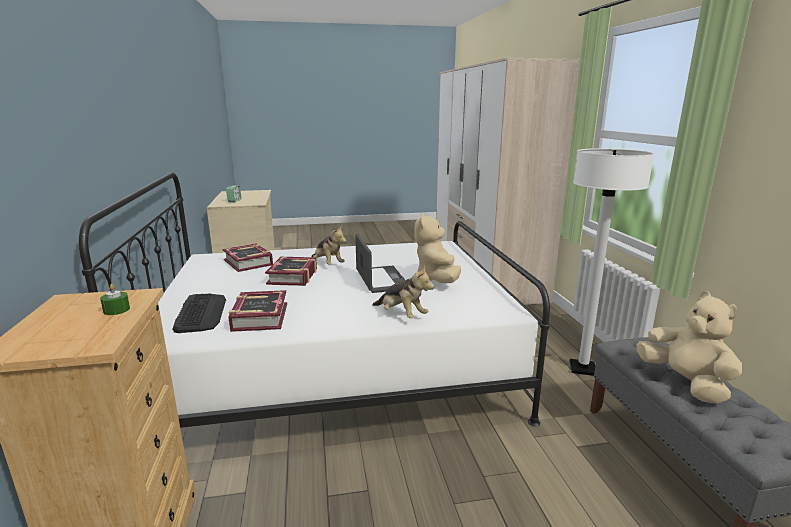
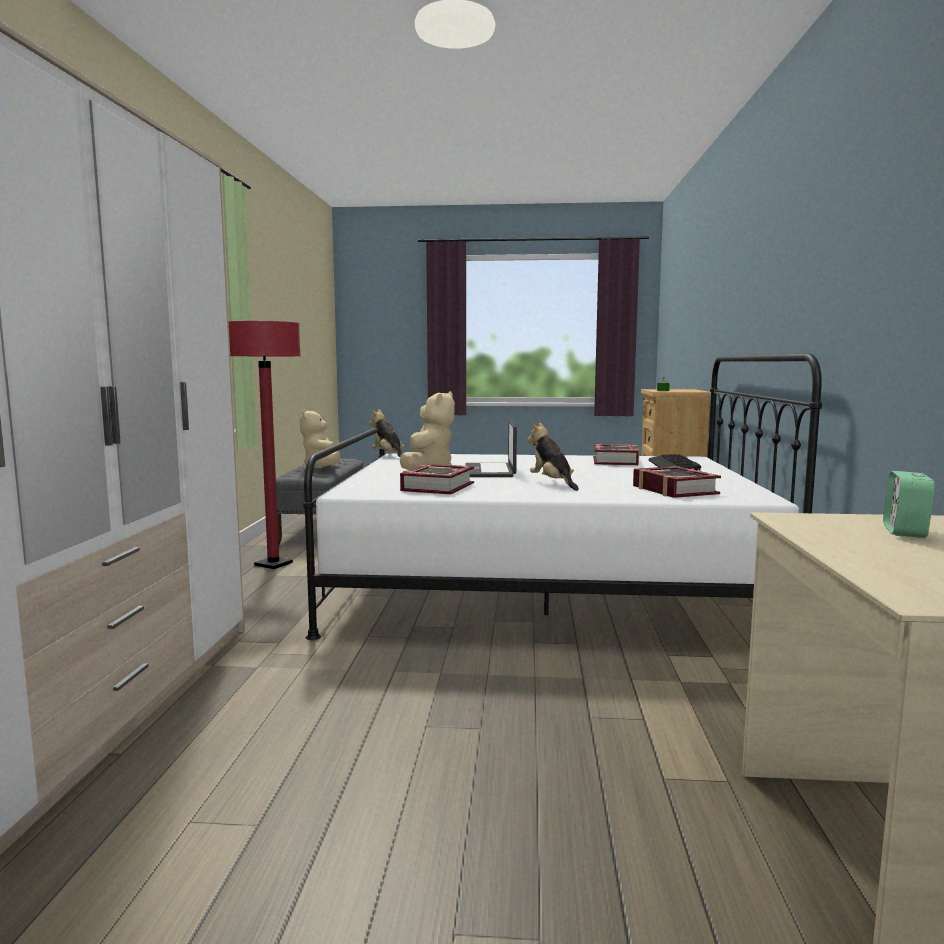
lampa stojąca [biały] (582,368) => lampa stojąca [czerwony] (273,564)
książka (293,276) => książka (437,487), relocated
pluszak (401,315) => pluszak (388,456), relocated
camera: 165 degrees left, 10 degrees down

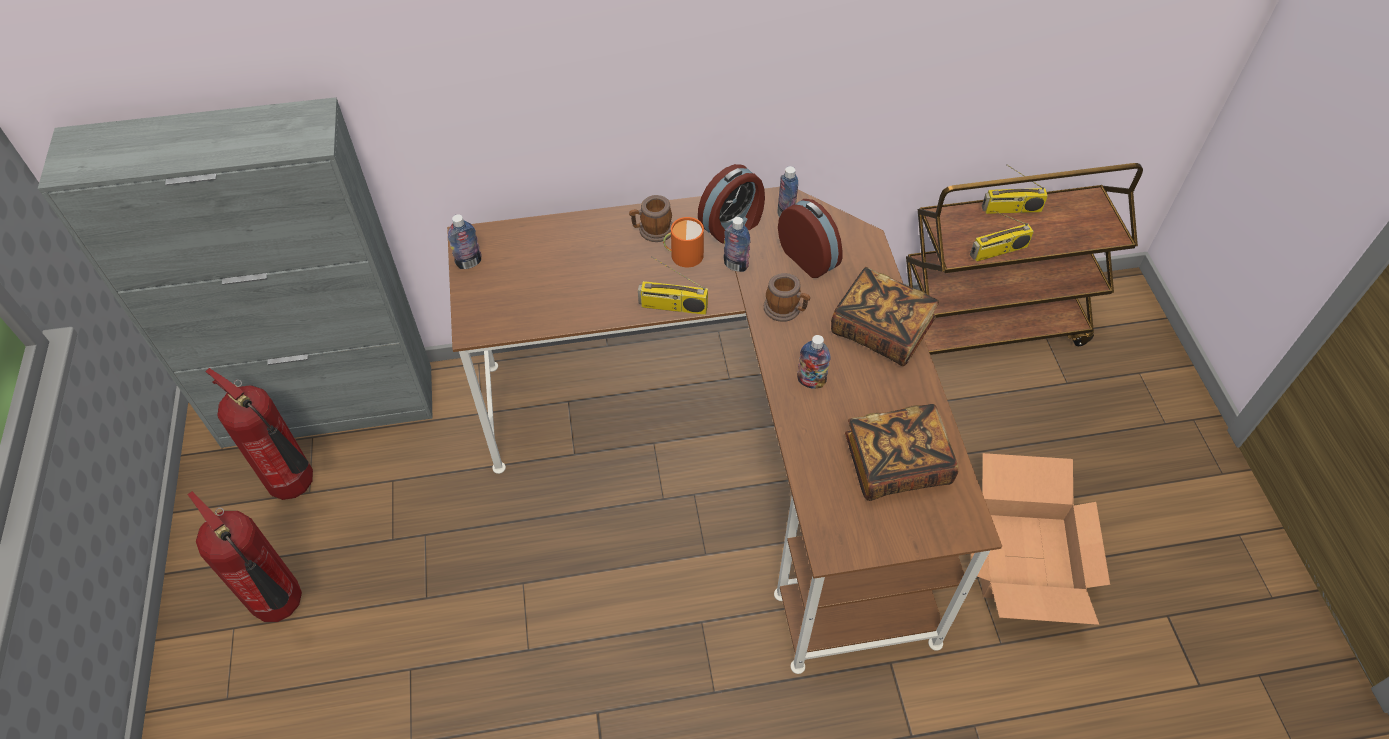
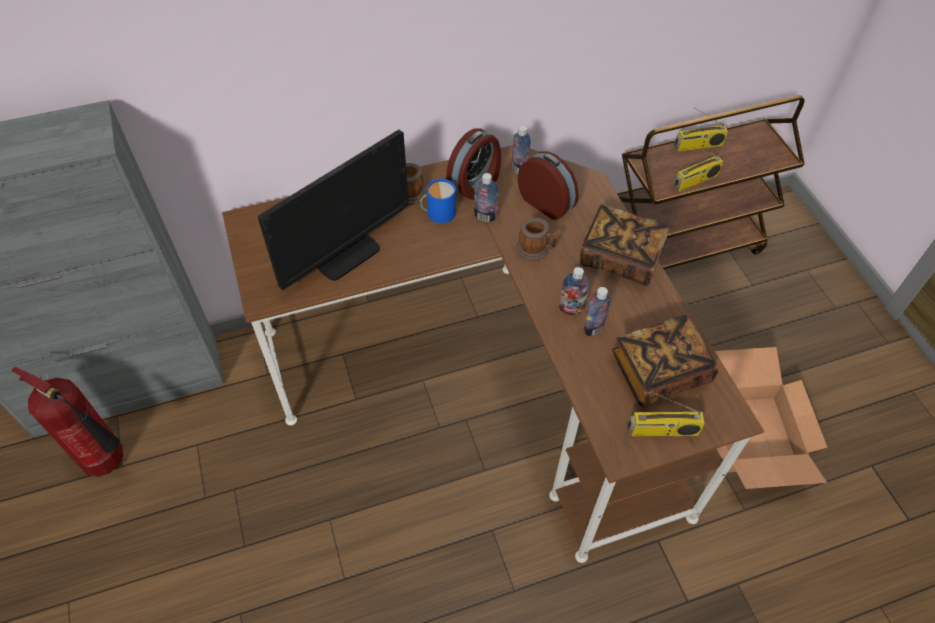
butelka (469,262) => butelka (593,328), relocated
kubek [pomarańczowy] (683,254) => kubek [niebieski] (438,212)
radio (672,307) => radio (662,431), relocated
gaśnica (284,607) => nothing
nothing => monitor (345,254)
camera: 10 degrees left, 0 degrees up

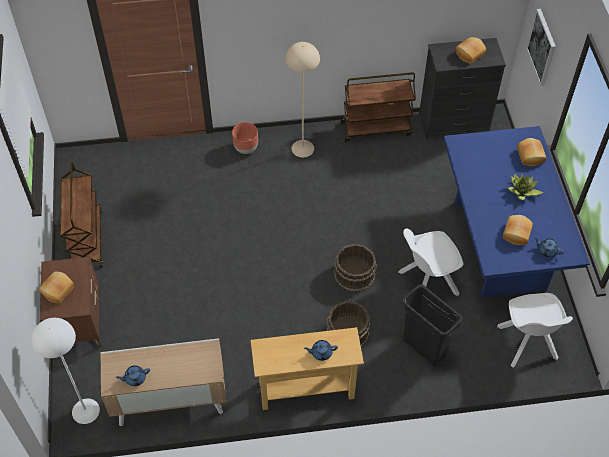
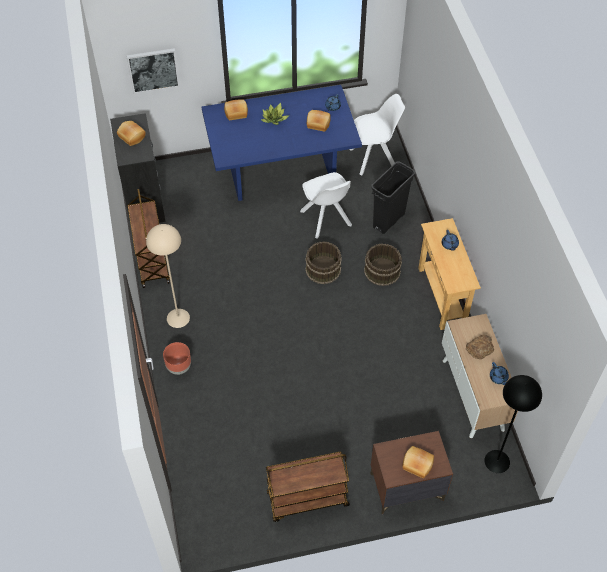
lampa stojąca [biały] (85,411) => lampa stojąca [czarny] (497,461)
nothing => chleb (480,348)
camera: 95 degrees left, 0 degrees up

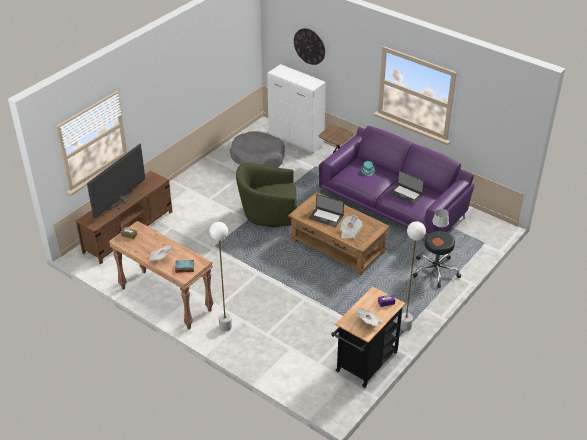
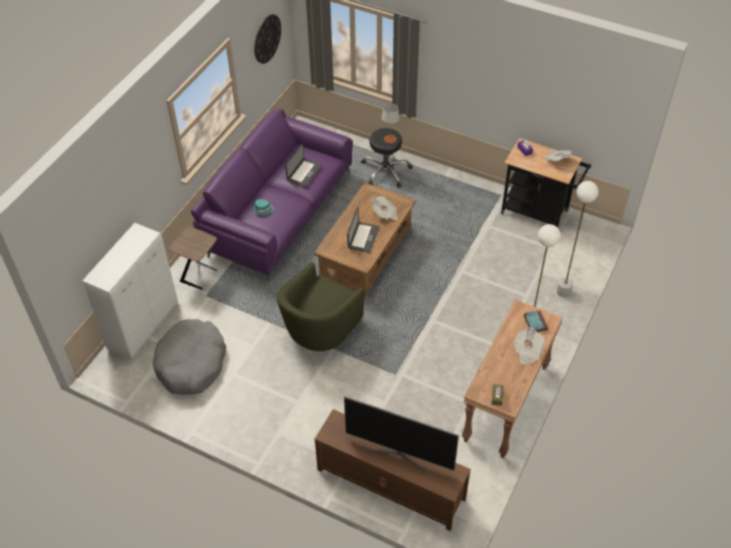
zegar ścienny (309,46) => zegar ścienny (267,39), relocated
fotel [zielony] (268,215) => fotel [zielony] (320,329), 45 degrees clockwise
lampa stojąca [biały] (405,326) => lampa stojąca [biały] (563,292), relocated
camera: 100 degrees left, 10 degrees up

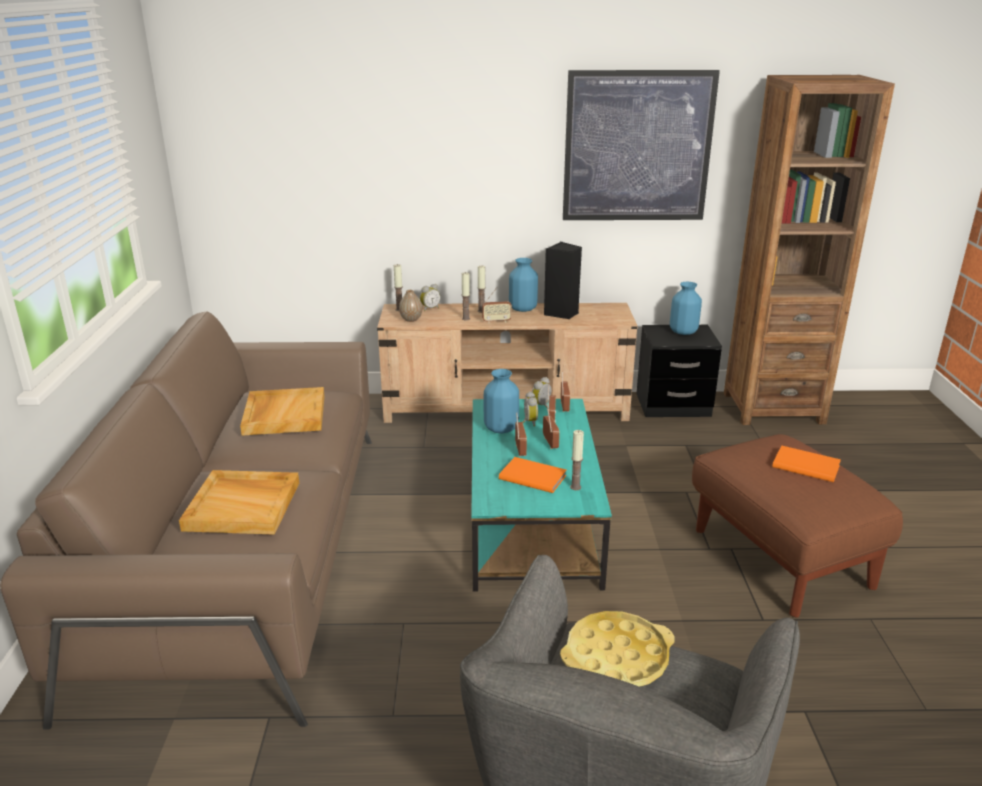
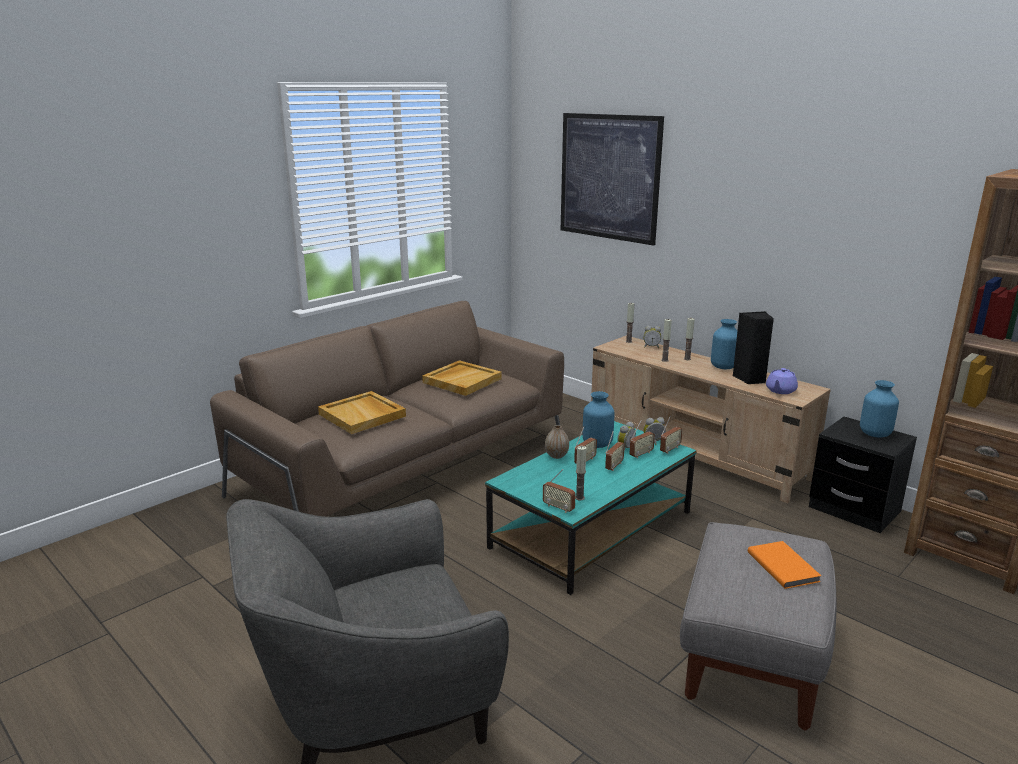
obraz (637,147) => obraz (609,177), relocated
radio (496,321) => radio (558,507), relocated
wazon (411,319) => wazon (556,456), relocated
pufa [brązowy] (780,558) => pufa [szary] (751,657)
książka [pomarańczowy] (532,476) => nothing
taca [żółty] (616,657) => nothing
nothing => imbryk [fioletowy] (780,391)
camera: 45 degrees right, 5 degrees down

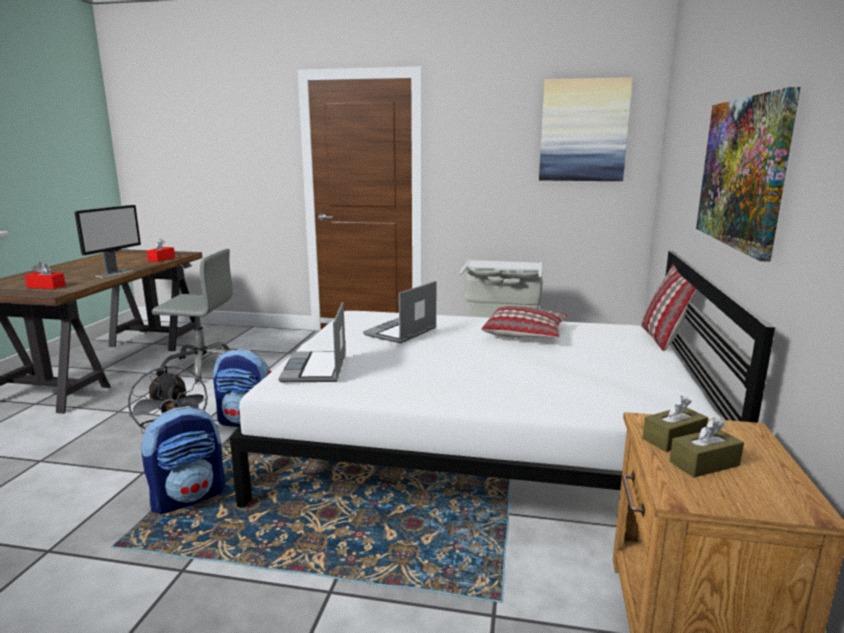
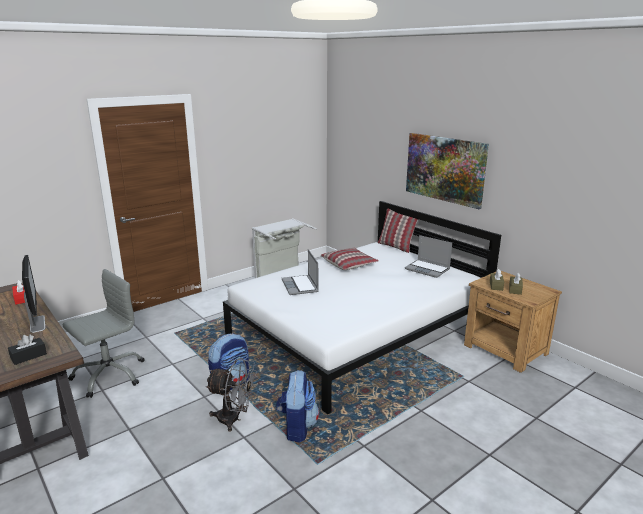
obraz (583,131) => nothing
pudełko chusteczek [czerwony] (46,287) => pudełko chusteczek [czarny] (28,356)
laptop (316,369) => laptop (428,269), relocated
camera: 50 degrees left, 5 degrees up

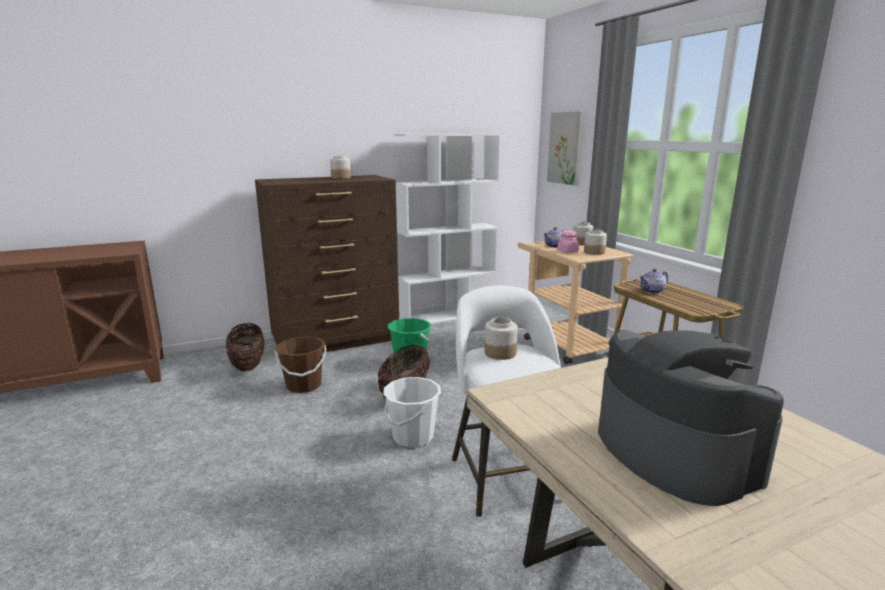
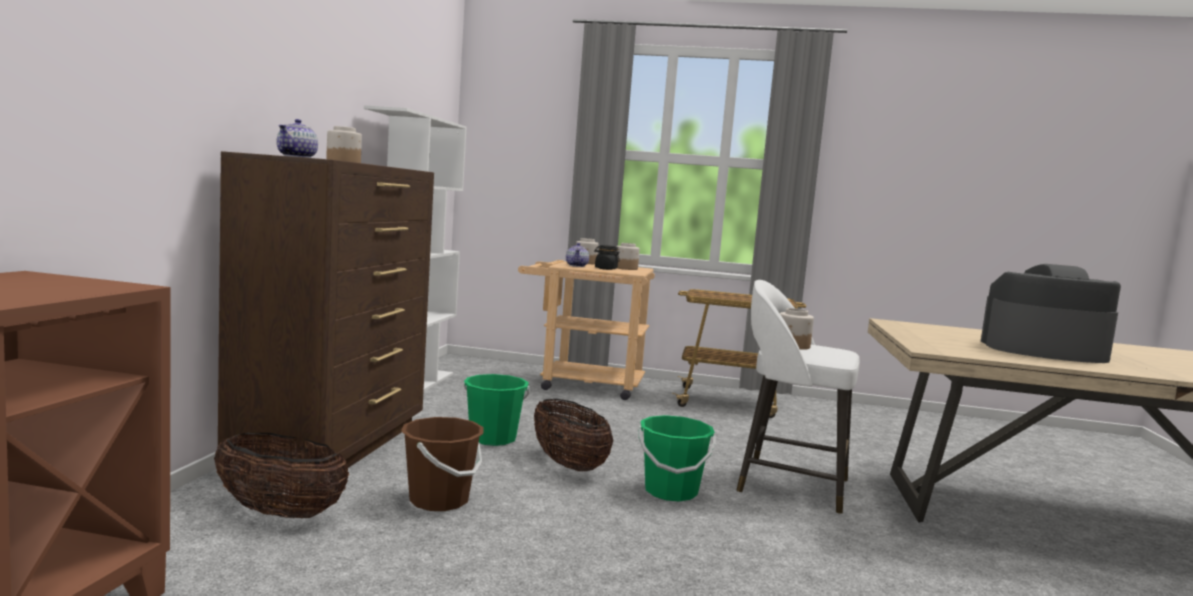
obraz (566,148) => nothing
słoik [różowy] (567,251) => słoik [czarny] (605,269)
imbryk (652,291) => imbryk (298,157), relocated
wiadro [biały] (412,436) => wiadro [zielony] (670,491)
camera: 55 degrees left, 10 degrees down

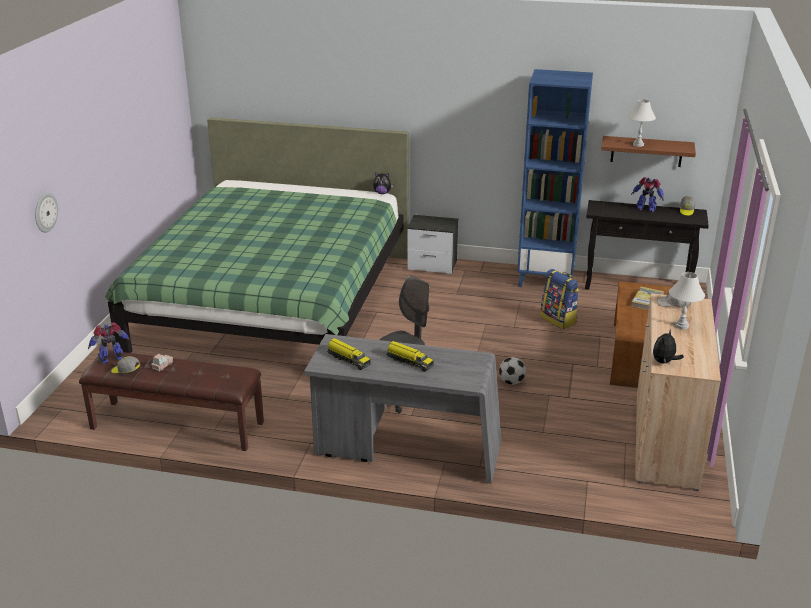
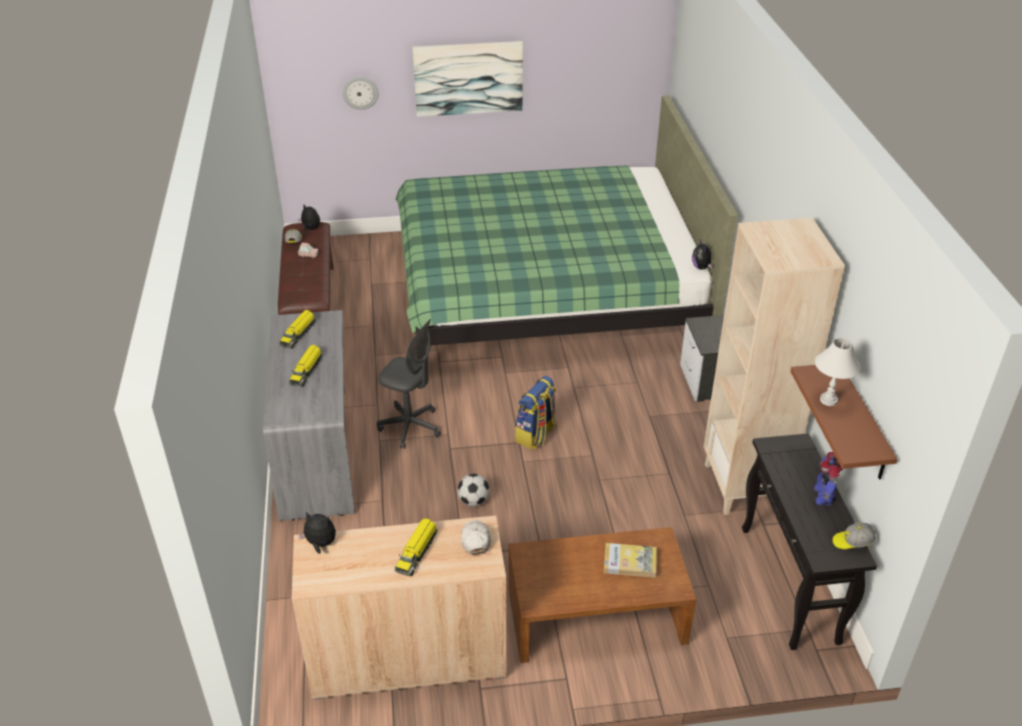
regał [niebieski] (546,279) => regał [beżowy] (743,486)
plecak (559,320) => plecak (536,435), relocated
lampa stołowa [biały] (681,326) => ciężarówka zabawkowa (417,552)
robot zabawkowy (112,359) => pluszak (310,229)
nothing => obraz (468,78)
camera: 70 degrees right, 10 degrees up

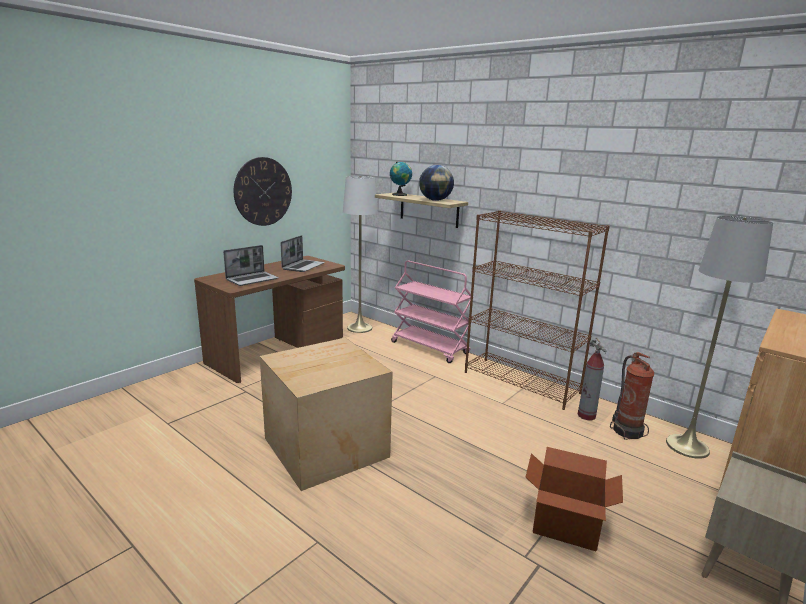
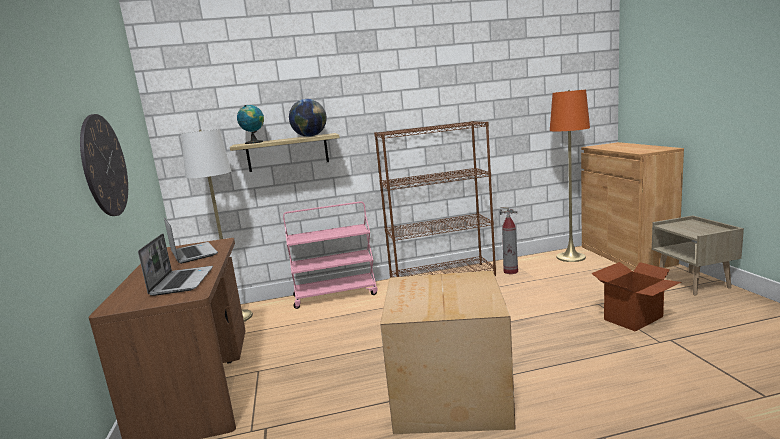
lampa stojąca [szary] (687,446) => lampa stojąca [pomarańczowy] (570,257)
gaśnica (627,430) => nothing
camera: 50 degrees left, 5 degrees down

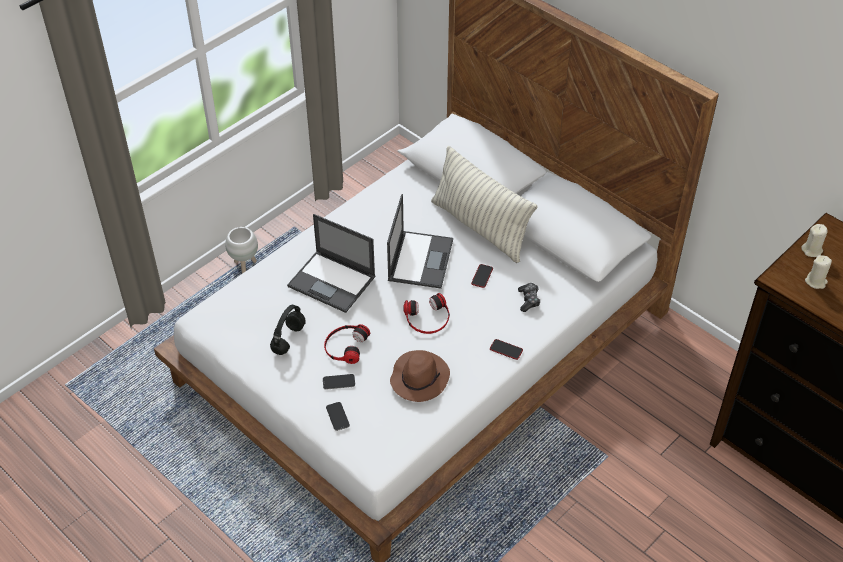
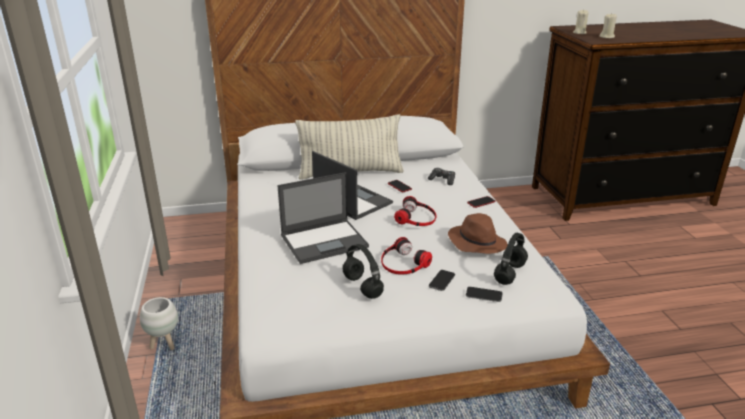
nothing => słuchawki [czarny] (509,273)
camera: 55 degrees left, 20 degrees down

